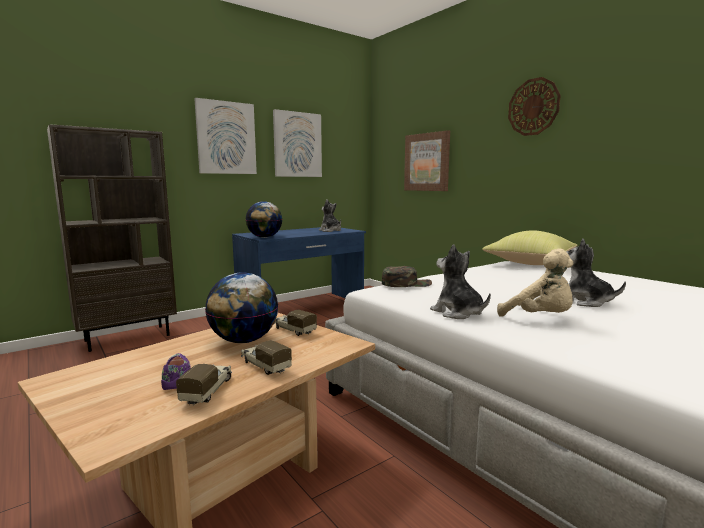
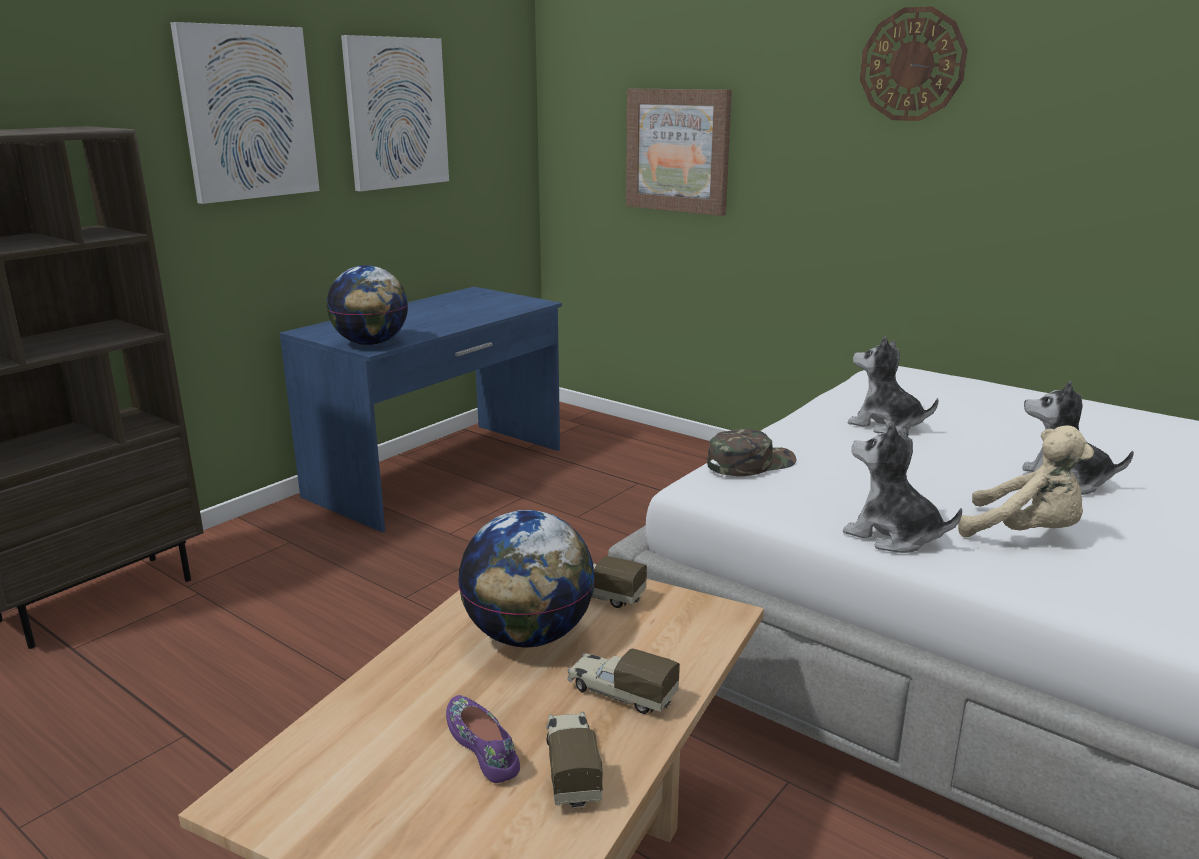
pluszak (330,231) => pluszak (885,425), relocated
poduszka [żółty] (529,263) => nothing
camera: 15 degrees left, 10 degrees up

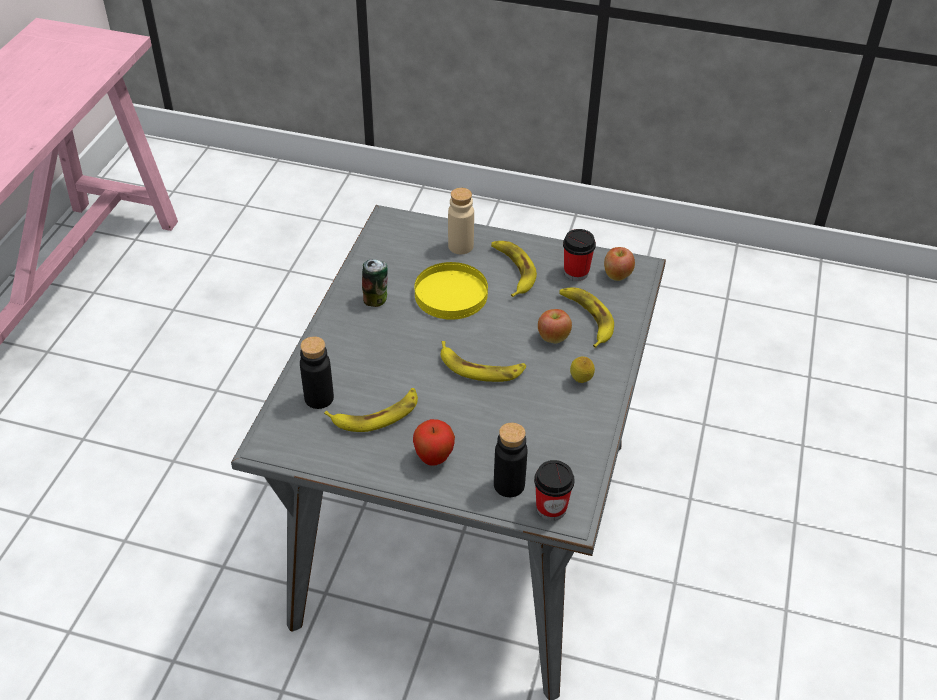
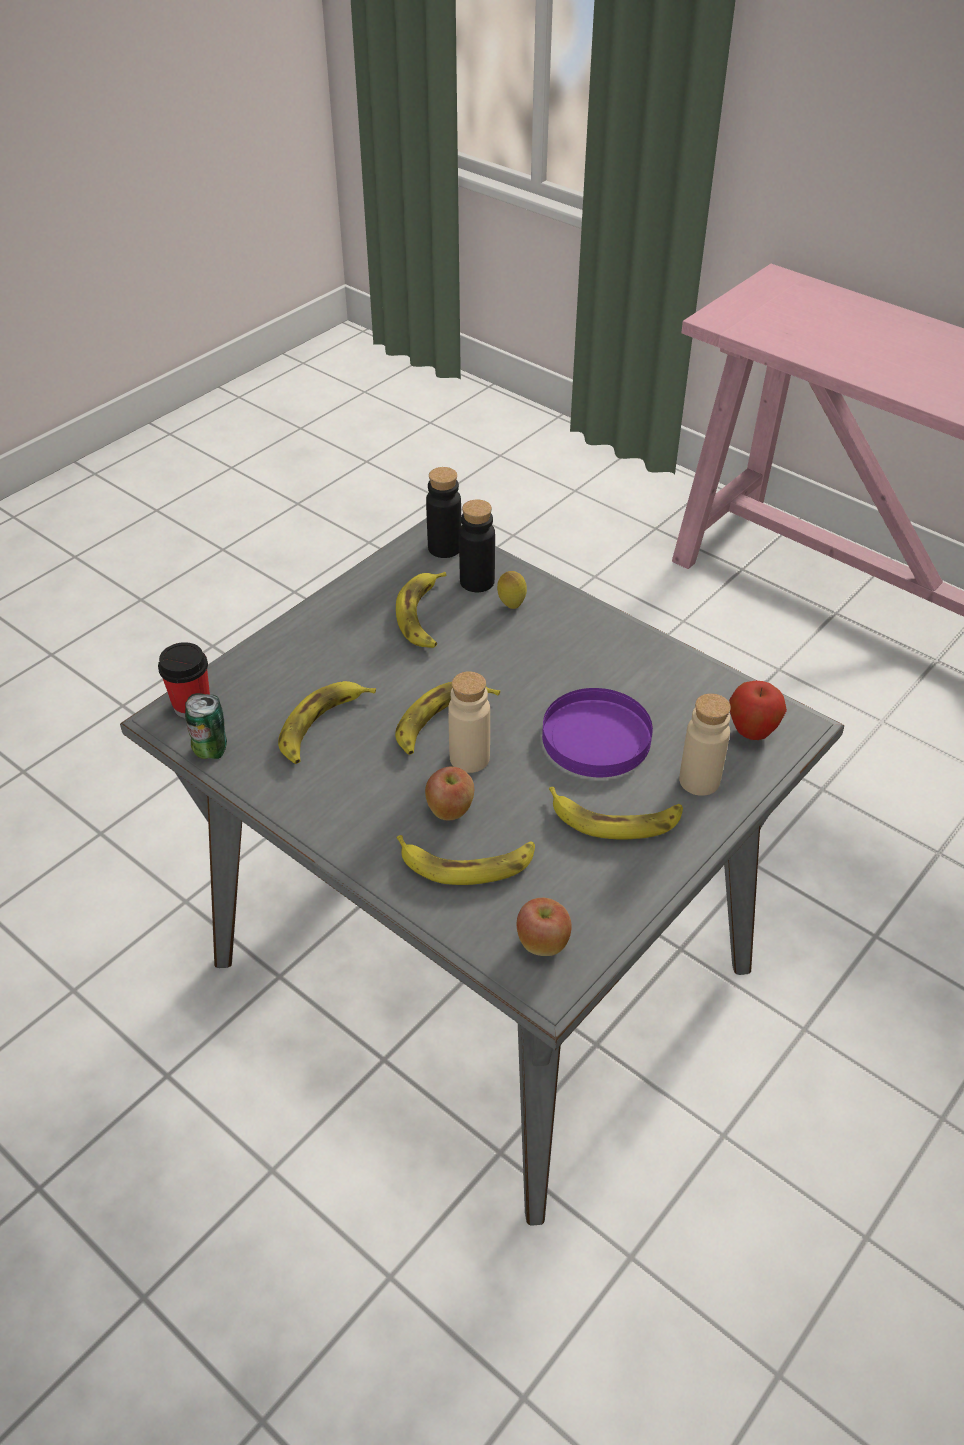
filiżanka (576,272) => nothing
puszka (376,299) => puszka (211,750), relocated
talerz [żółty] (451,294) => talerz [fioletowy] (597,738)
cytryna (580,381) => cytryna (511,605), relocated
jabłko (434,458) => jabłko (752,732), relocated
butelka [czarny] (509,485) => butelka [czarny] (444,548), relocated
nothing => butelka [beżowy] (469,758)
nothing => banan (322,726)
camera: 115 degrees right, 0 degrees up

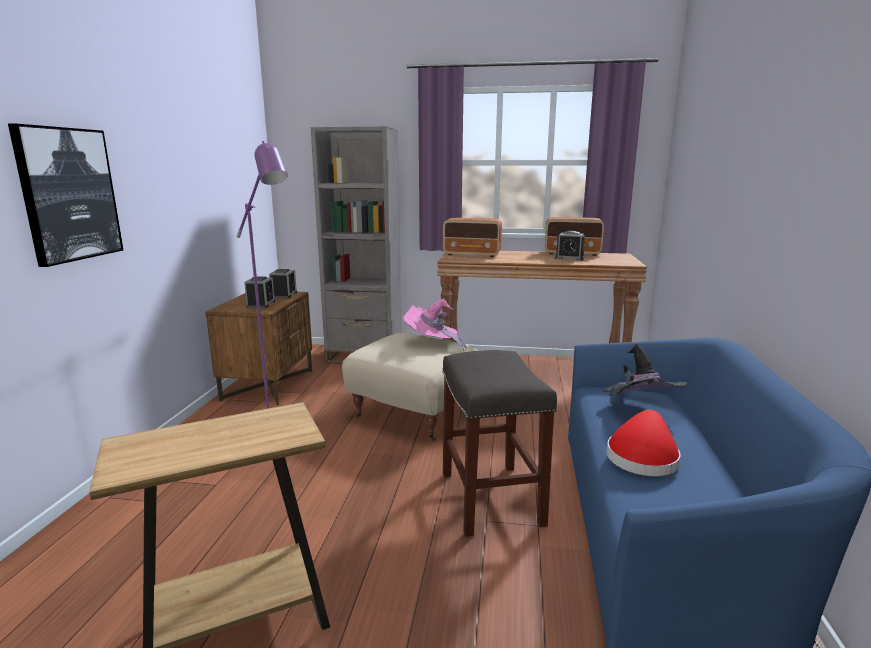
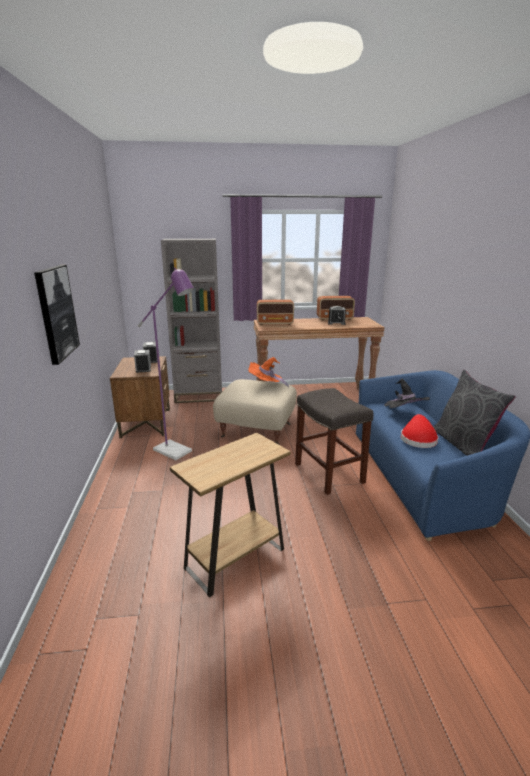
kapelusz [różowy] (432,344) => kapelusz [pomarańczowy] (266,386)
nothing => poduszka [szary] (463,445)
camera: 15 degrees left, 5 degrees up

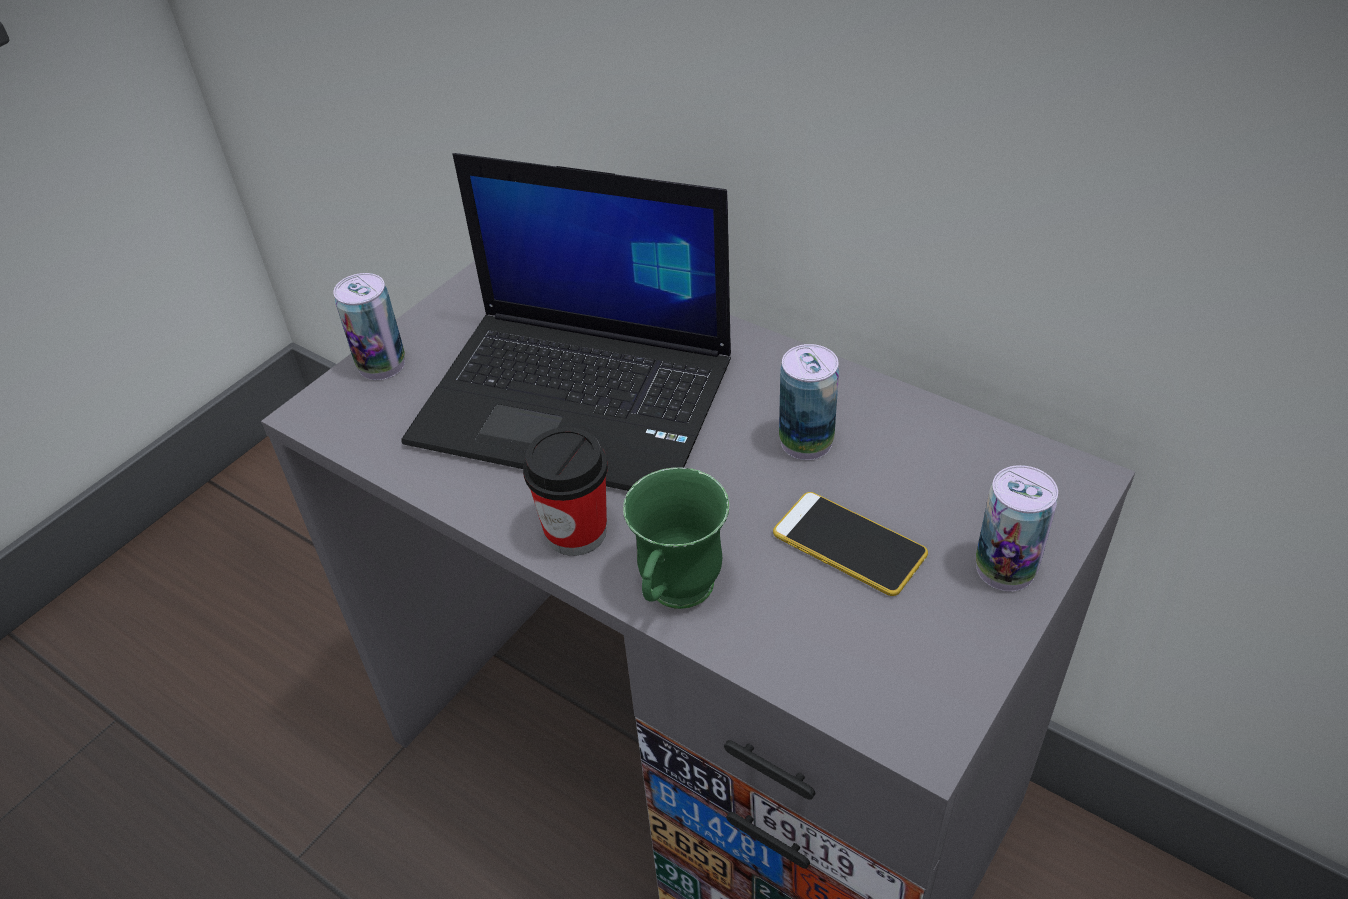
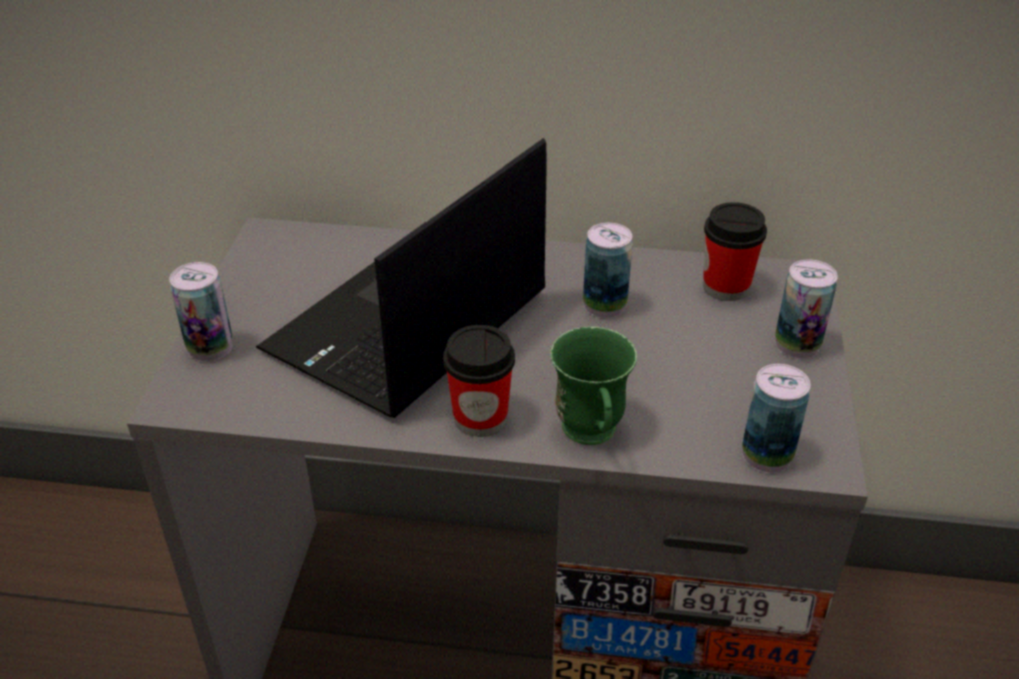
laptop (578,400) => laptop (407,326), 135 degrees clockwise
telefon (849,544) => nothing
nothing => filiżanka (726,287)
nothing => puszka (766,455)
camera: 30 degrees left, 5 degrees down

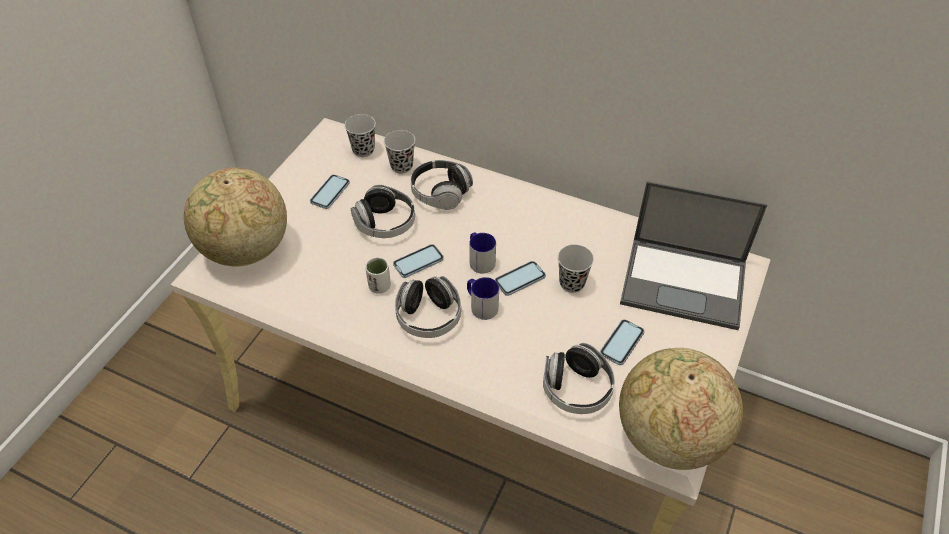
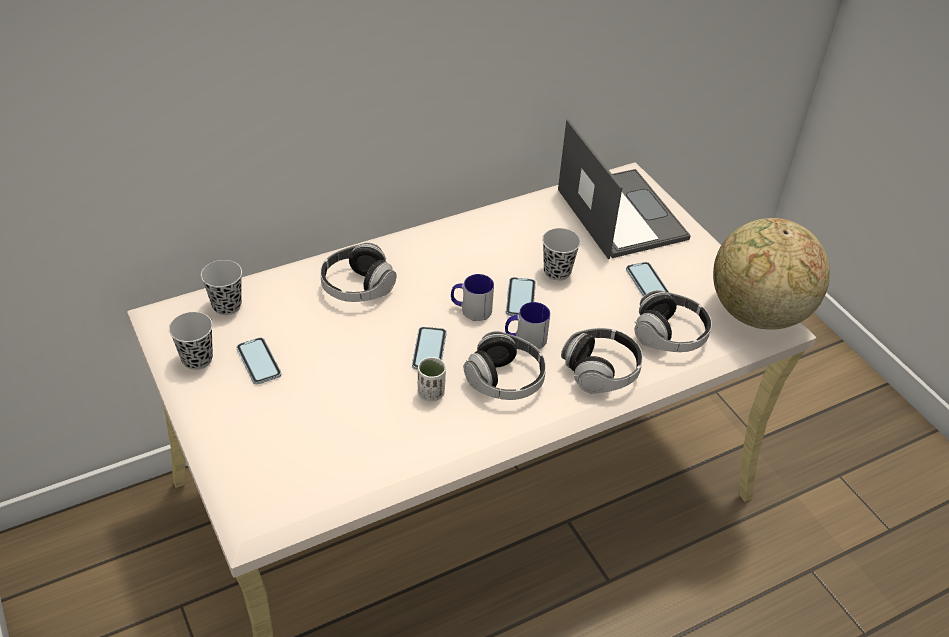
filiżanka [czarny] (401,166) => filiżanka [czarny] (197,359), relocated
globus (246,250) => nothing
laptop (685,282) => laptop (620,213), 75 degrees counterclockwise
słuchawki (385,223) => słuchawki (600,371), relocated
camera: 55 degrees left, 5 degrees down

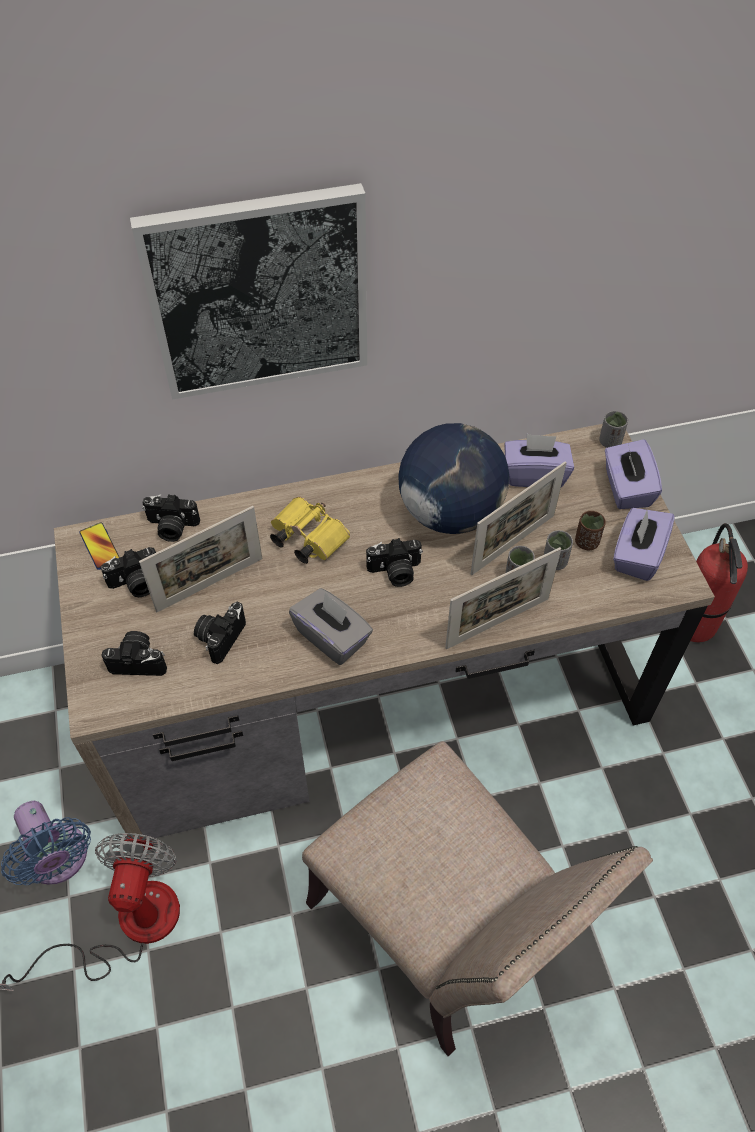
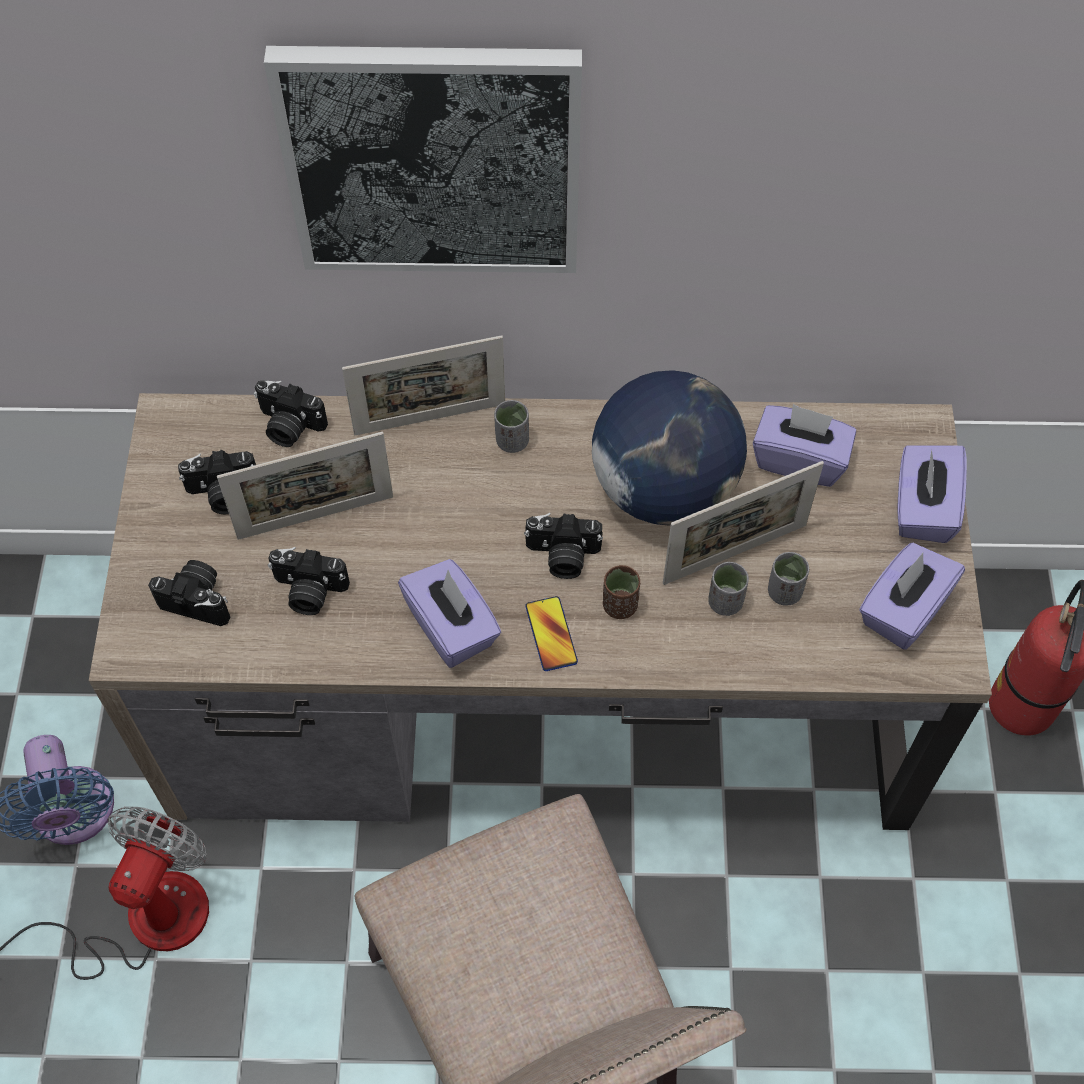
filiżanka [szary] (610,442) => filiżanka [szary] (512,441), relocated
lornetka [żółty] (306,538) => nothing
filiżanka [brązowy] (586,542) => filiżanka [brązowy] (620,605), relocated
telefon (100,546) => telefon (551,634), relocated
ramka na zdjęcie (497,623) => ramka na zdjęcie (430,419), relocated
pudełko chusteczek [szary] (332,637) => pudełko chusteczek [fioletowy] (452,627)
aparat fotograficzny (220,637) => aparat fotograficzny (308,592), 120 degrees counterclockwise
camera: 15 degrees right, 5 degrees up

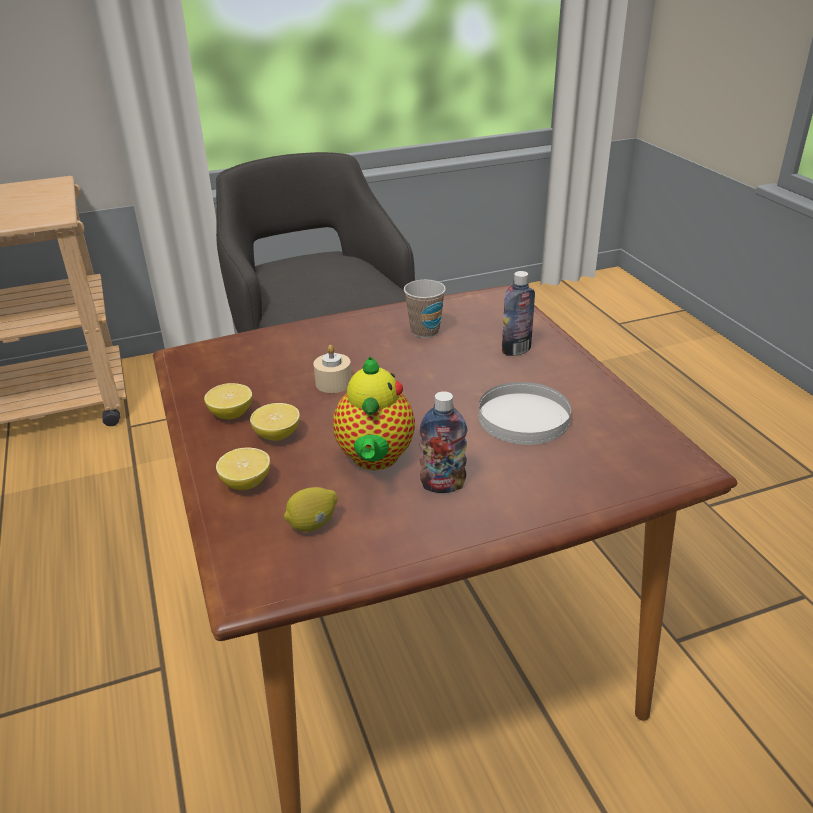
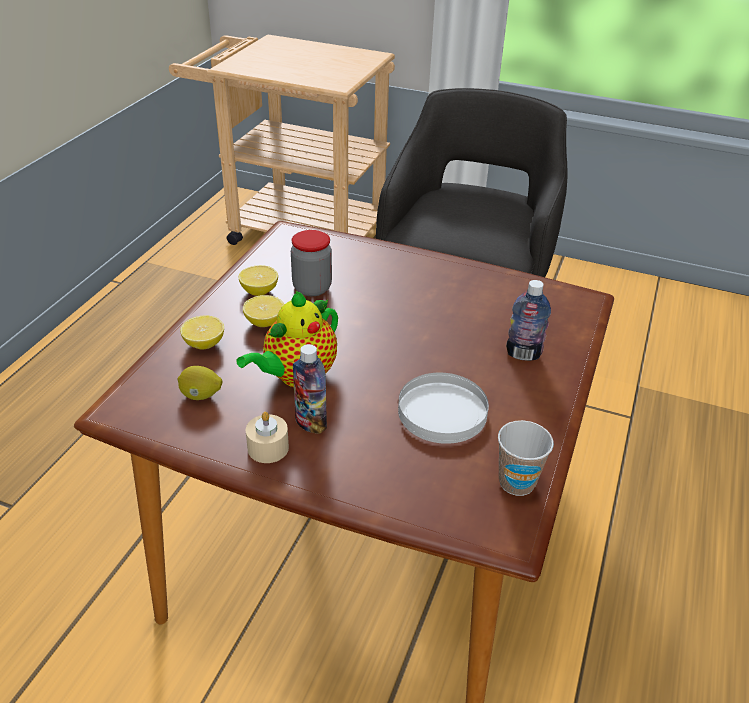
filiżanka (425,331) => filiżanka (516,482), relocated
świeca [beżowy] (333,383) => świeca [beżowy] (268,448), relocated
nothing => słoik (312,288)
camera: 40 degrees right, 5 degrees up

